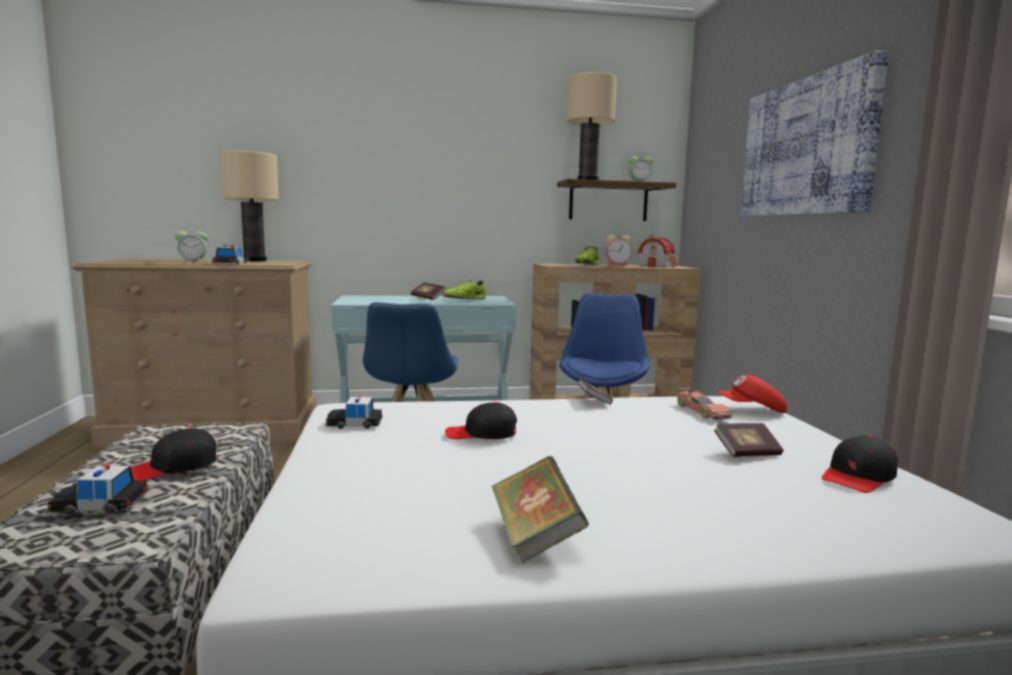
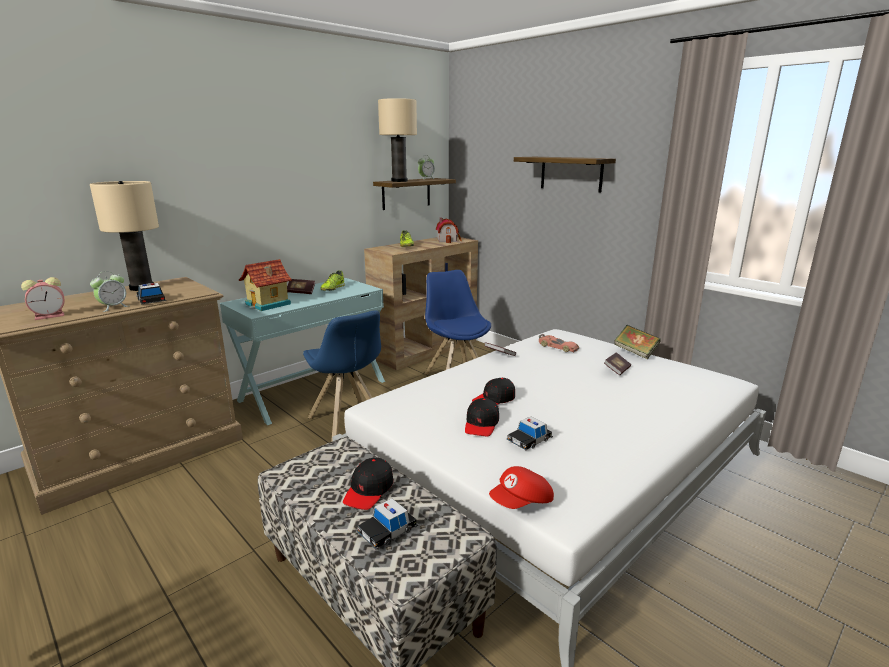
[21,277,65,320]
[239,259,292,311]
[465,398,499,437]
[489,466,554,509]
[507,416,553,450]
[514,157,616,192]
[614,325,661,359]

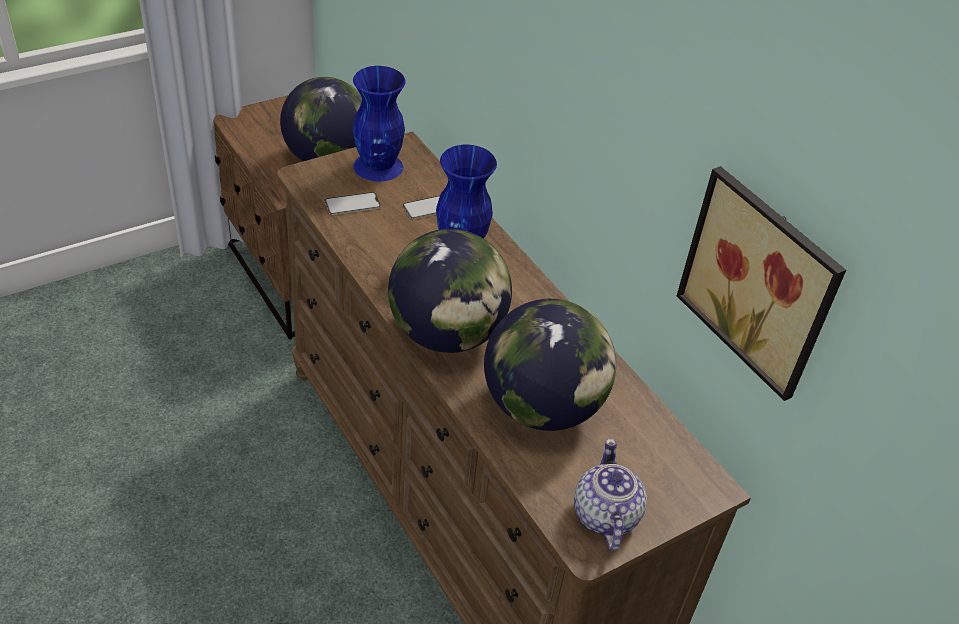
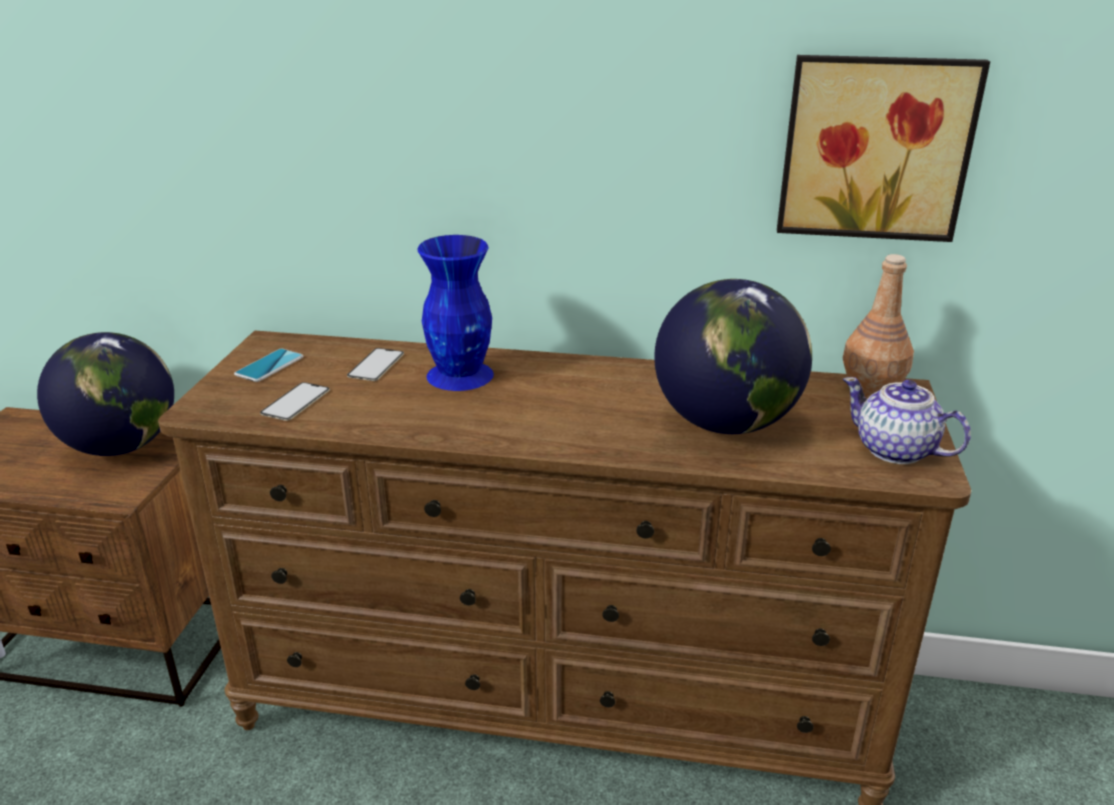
[234,349,303,382]
[843,254,914,399]
[388,229,512,353] (first image)

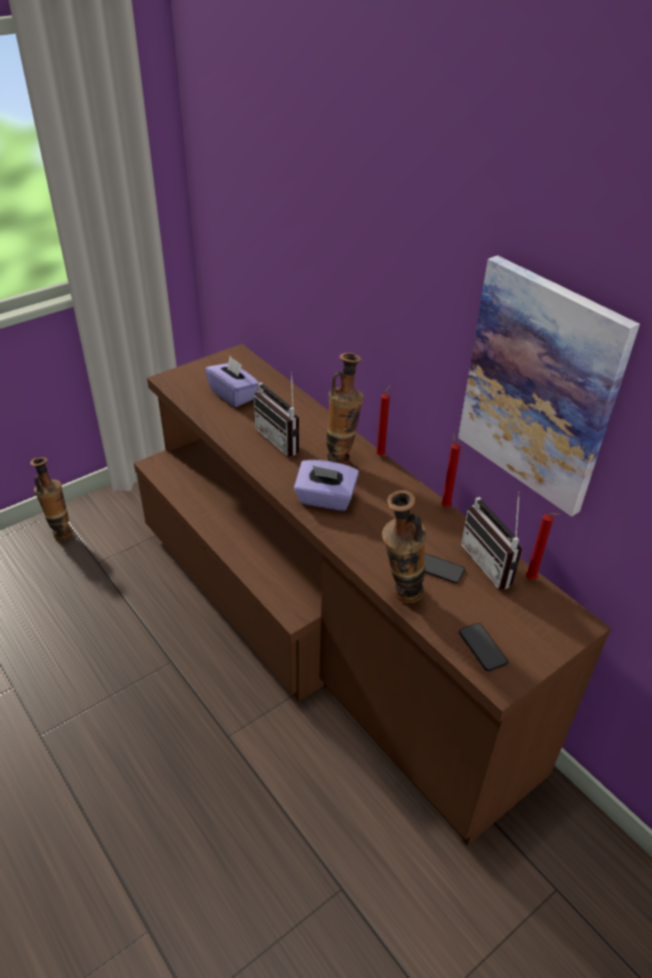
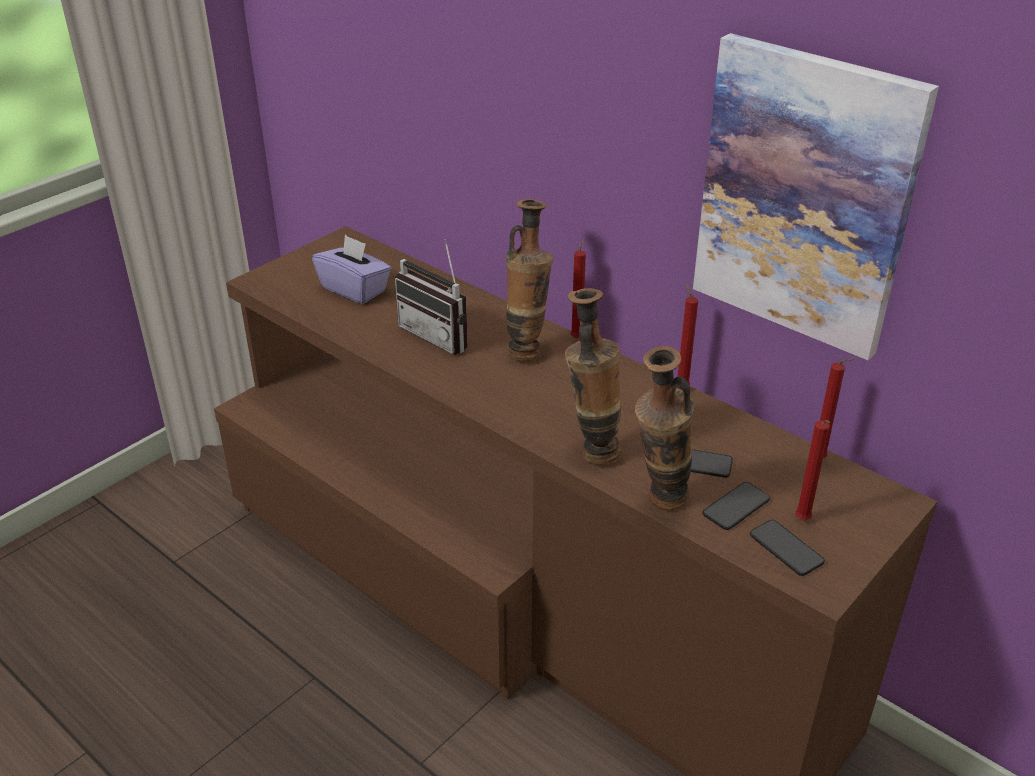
[565,288,622,465]
[702,482,770,530]
[795,420,830,520]
[294,460,359,511] (first image)
[461,492,522,590] (first image)

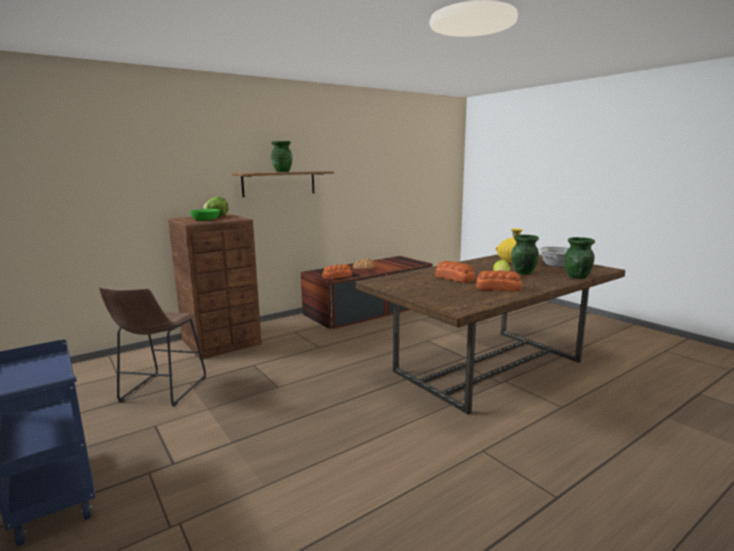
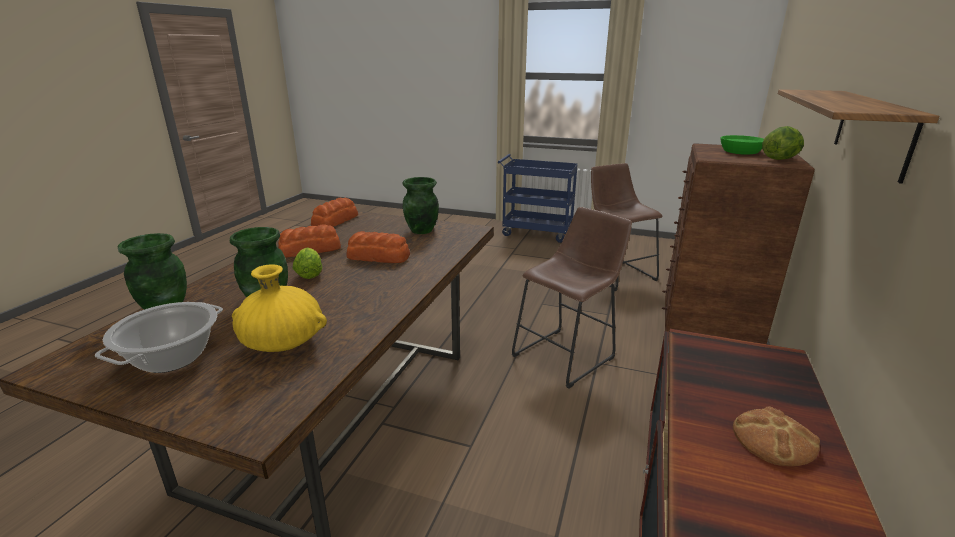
[311,198,358,227]
[403,177,439,234]
[512,207,632,389]

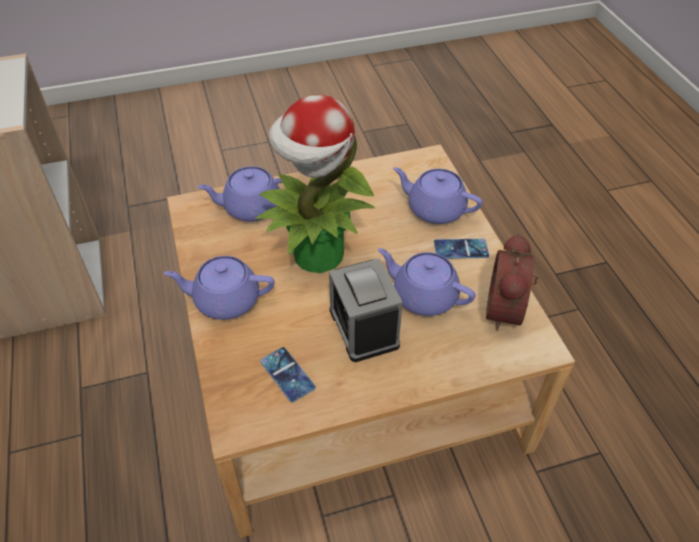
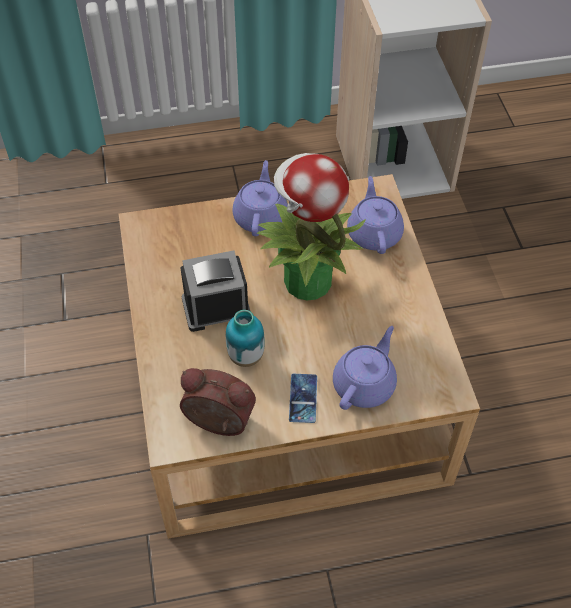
[226,310,265,367]
[260,347,316,403] (first image)

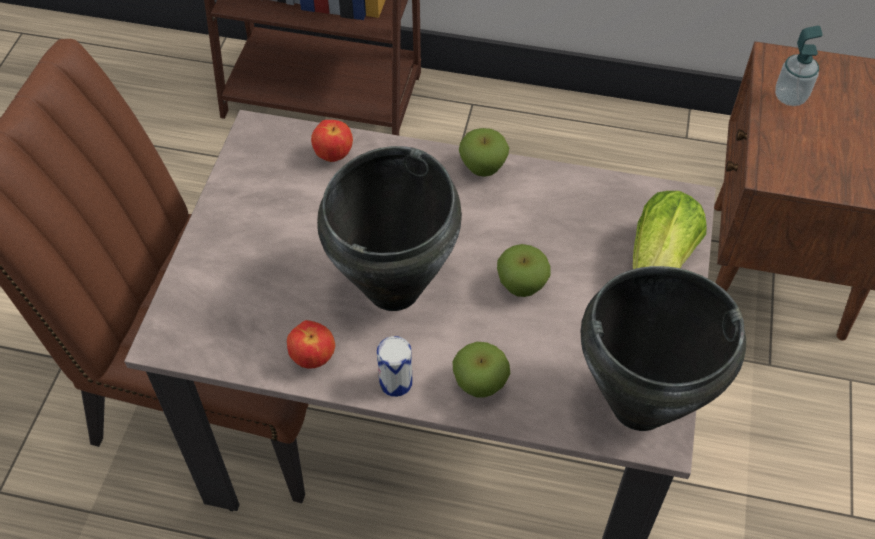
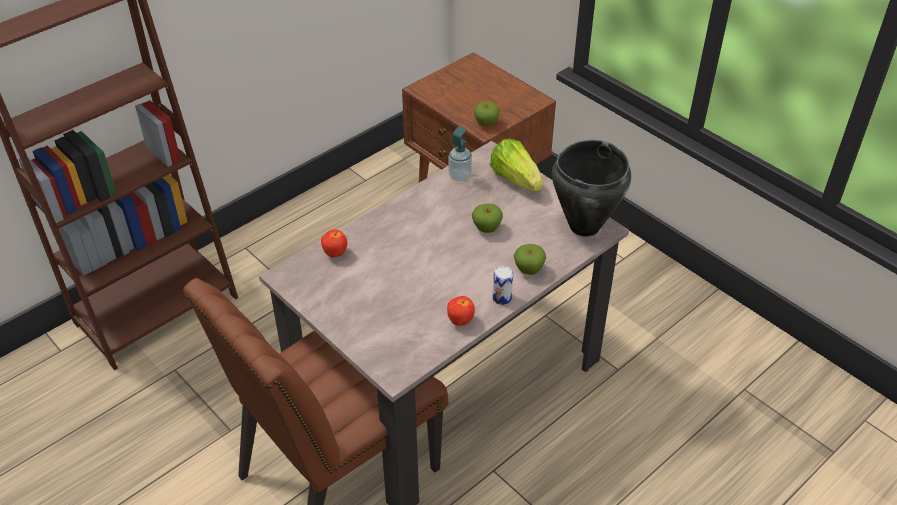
[449,126,472,182]
[474,102,500,126]
[317,146,462,311] (first image)

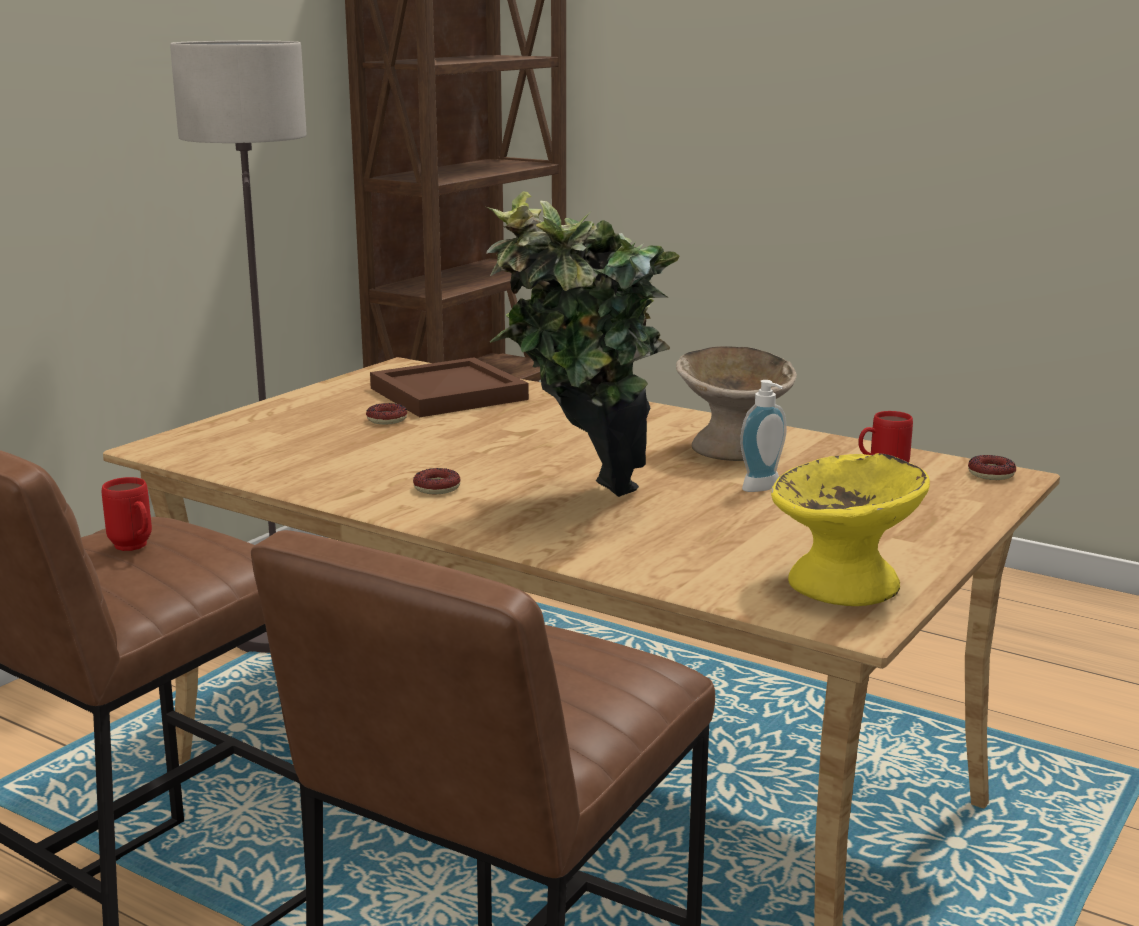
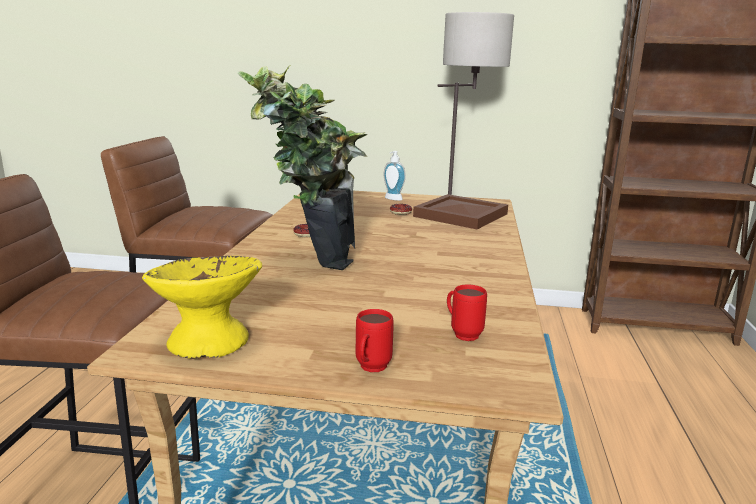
[356,309,394,372]
[384,151,406,201]
[676,346,797,461] (first image)
[968,455,1016,480] (first image)

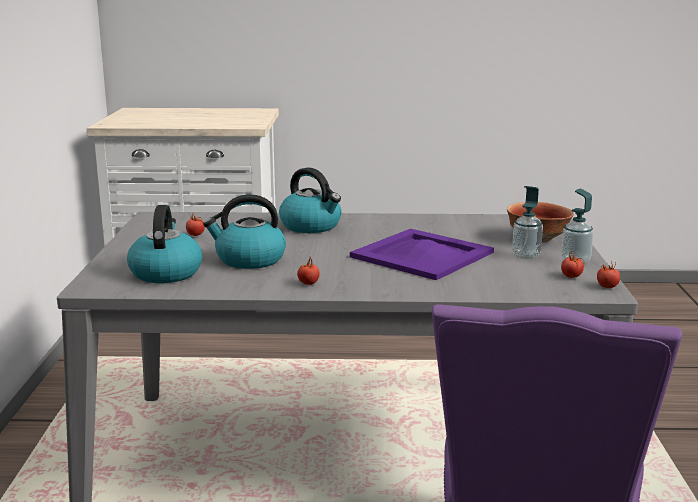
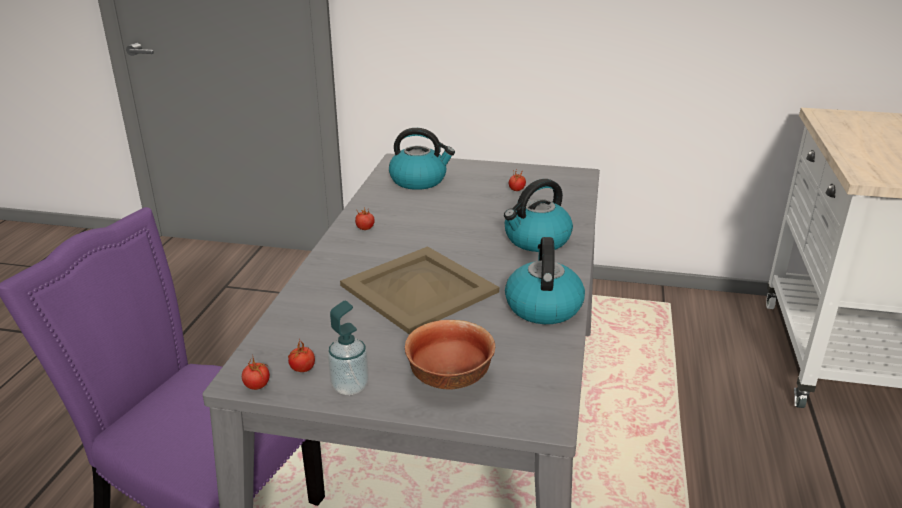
[340,246,499,334]
[505,237,585,324]
[512,186,543,259] (first image)

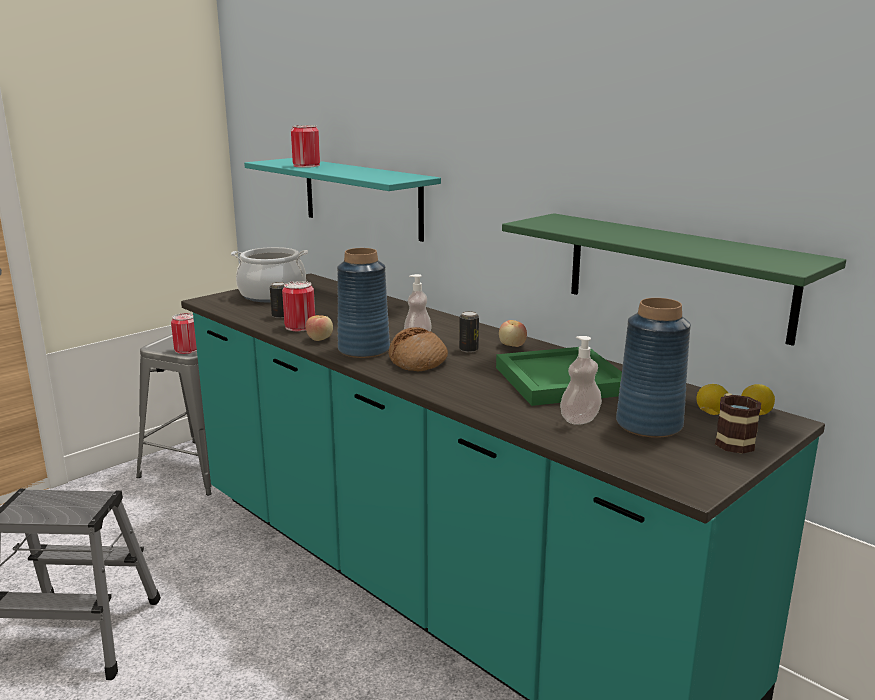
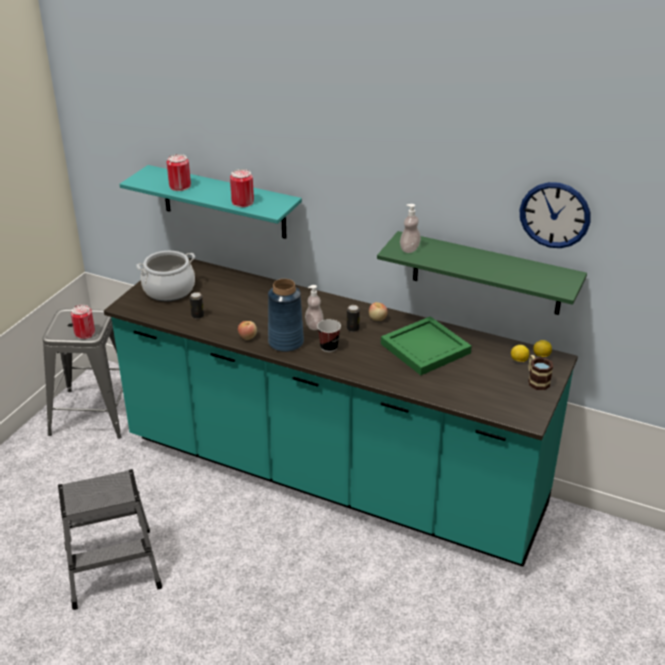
[230,169,254,207]
[317,319,341,352]
[400,204,421,253]
[520,182,591,248]
[616,298,691,438] (first image)

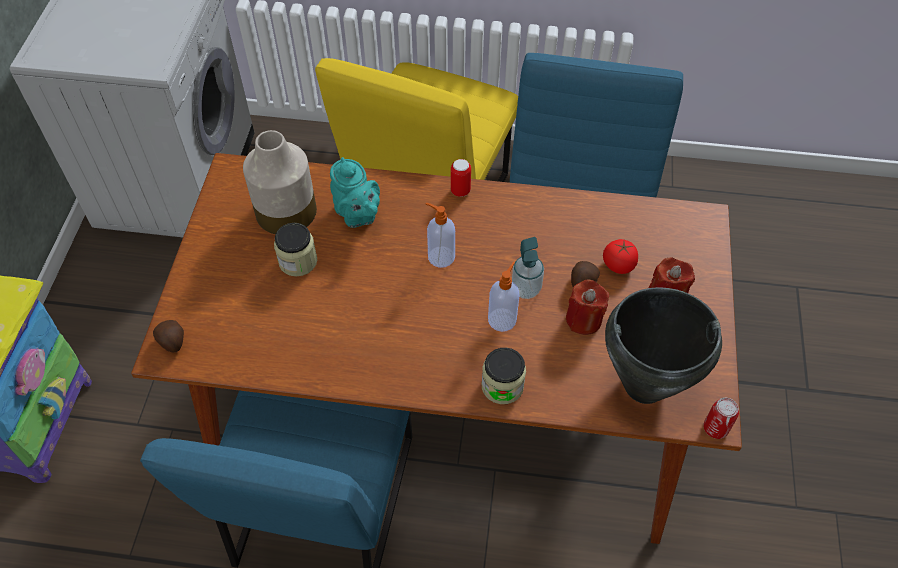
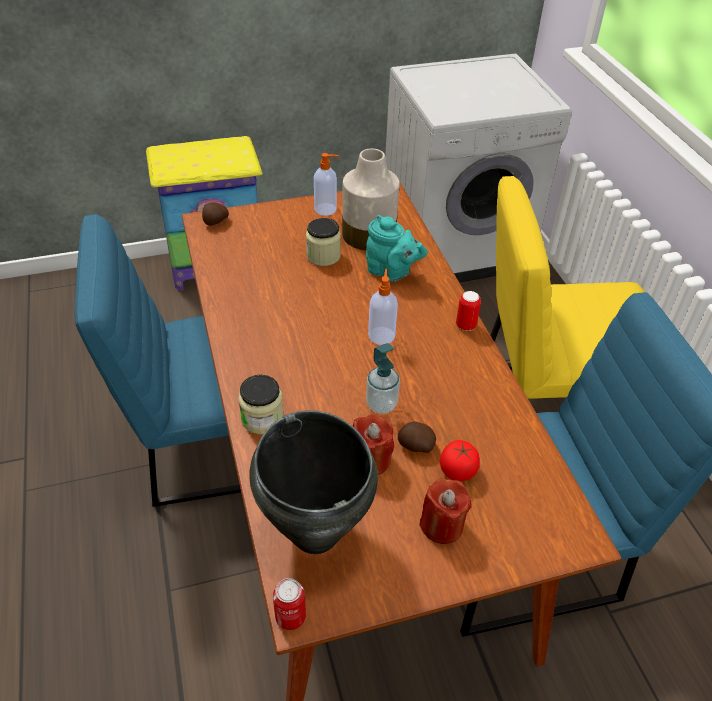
[314,153,339,216]
[366,215,428,282]

